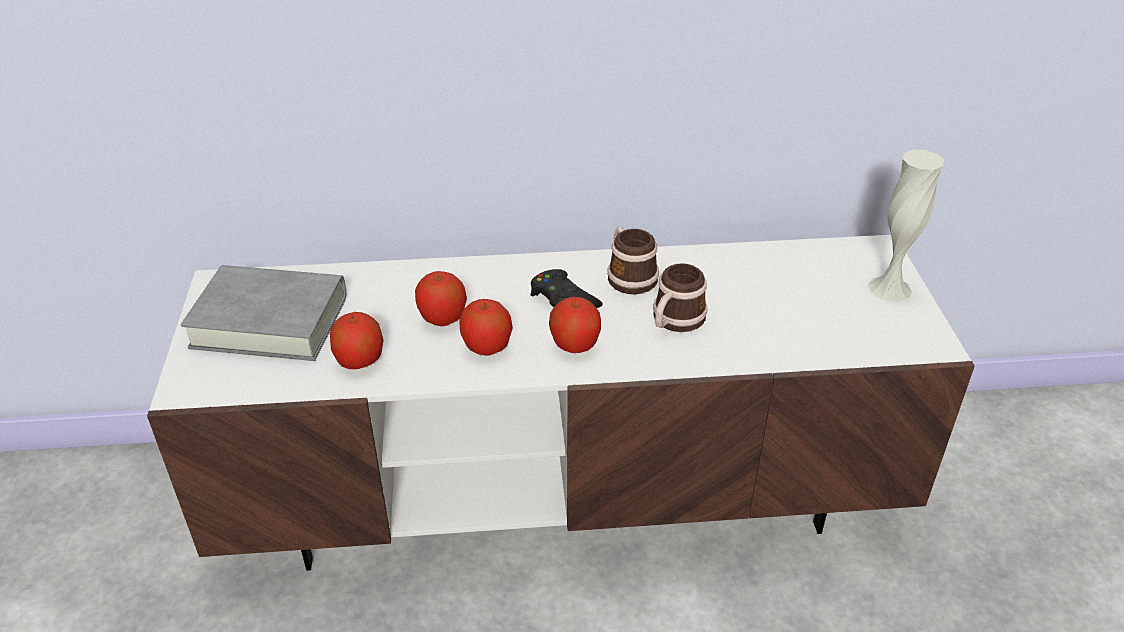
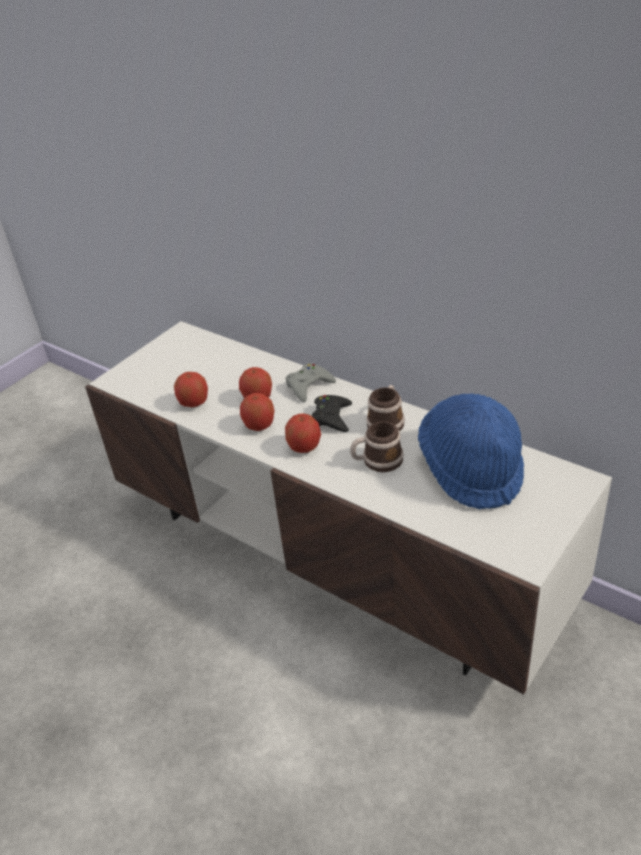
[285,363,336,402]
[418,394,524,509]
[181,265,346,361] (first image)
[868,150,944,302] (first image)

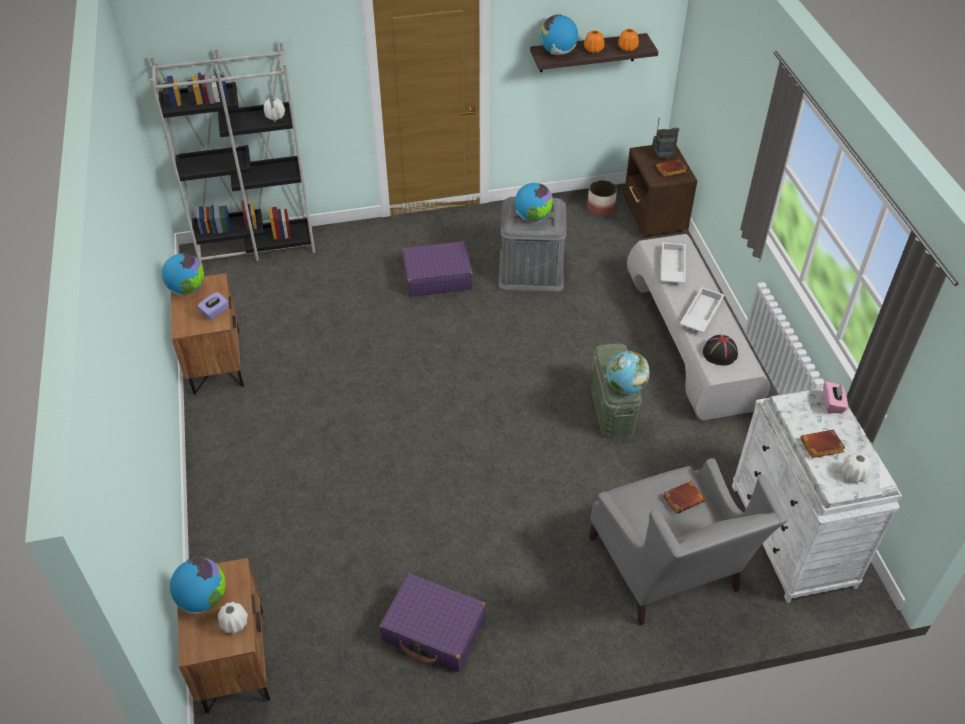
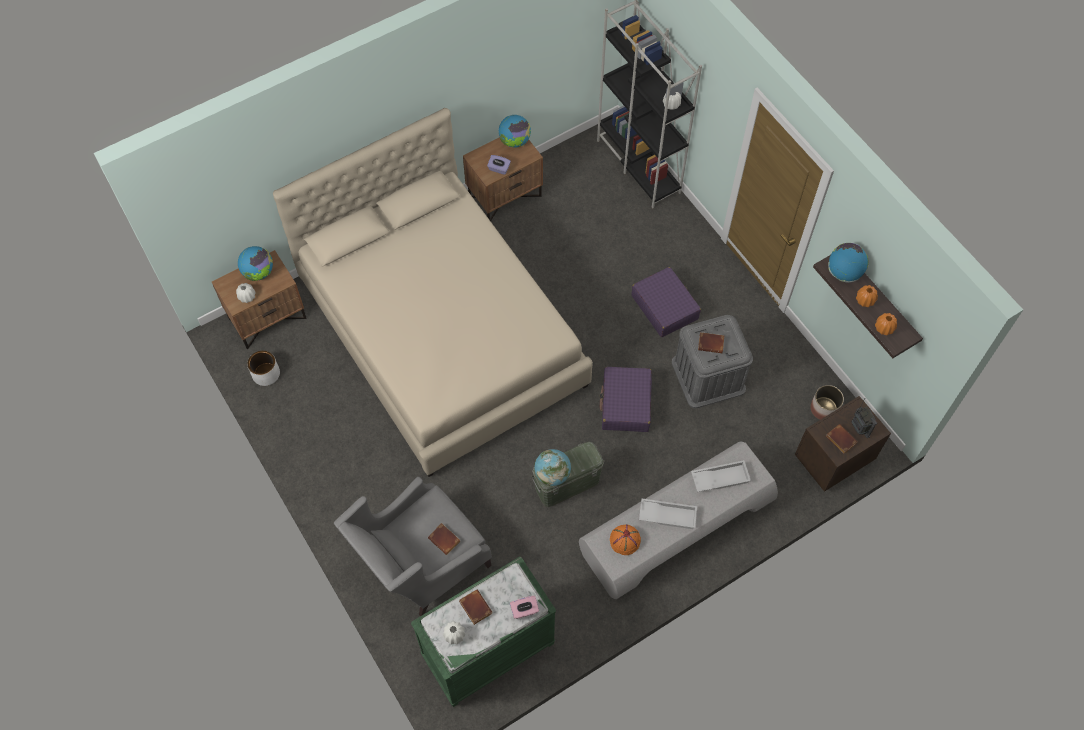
[247,350,280,386]
[273,108,593,477]
[411,557,556,707]
[600,367,652,432]
[610,525,641,555]
[698,332,725,353]

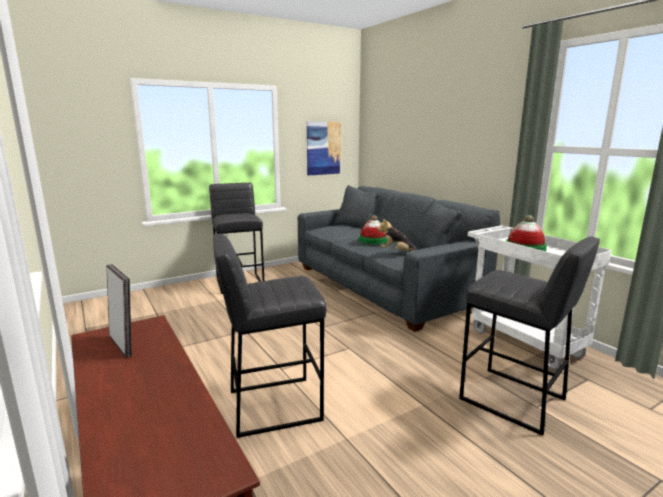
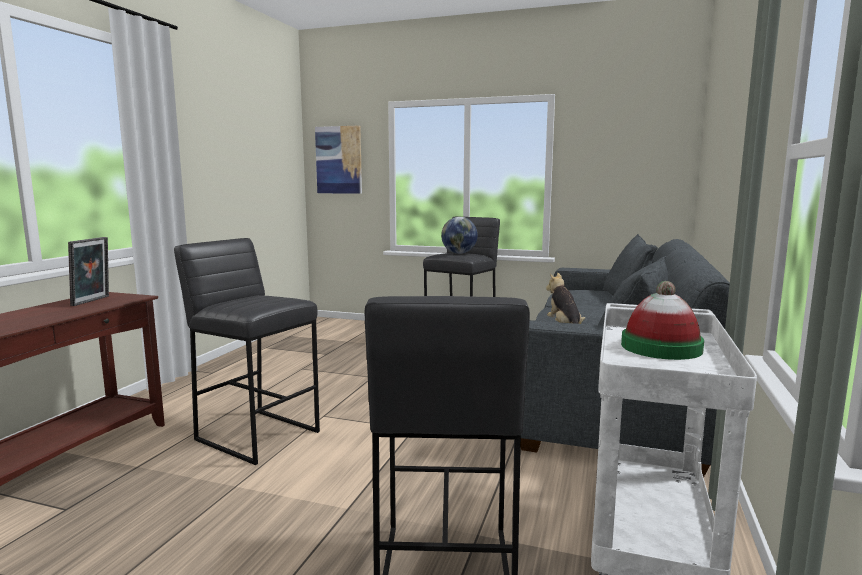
[315,125,362,194]
[441,217,478,254]
[359,215,388,244] (first image)

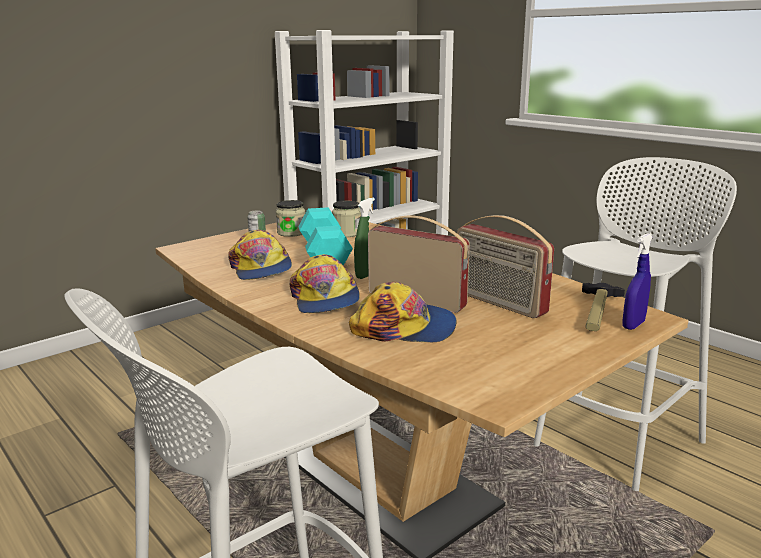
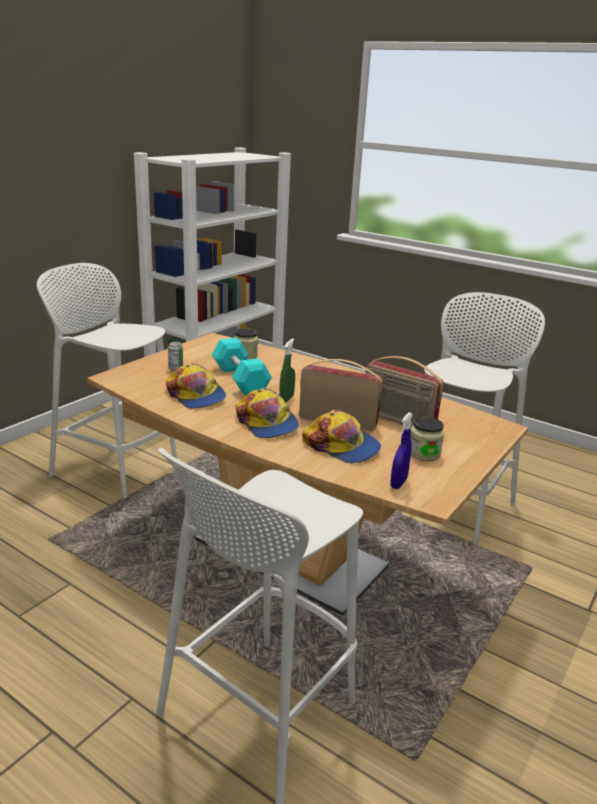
[37,263,177,498]
[302,410,381,463]
[390,412,413,489]
[411,417,444,461]
[582,283,625,331] (first image)

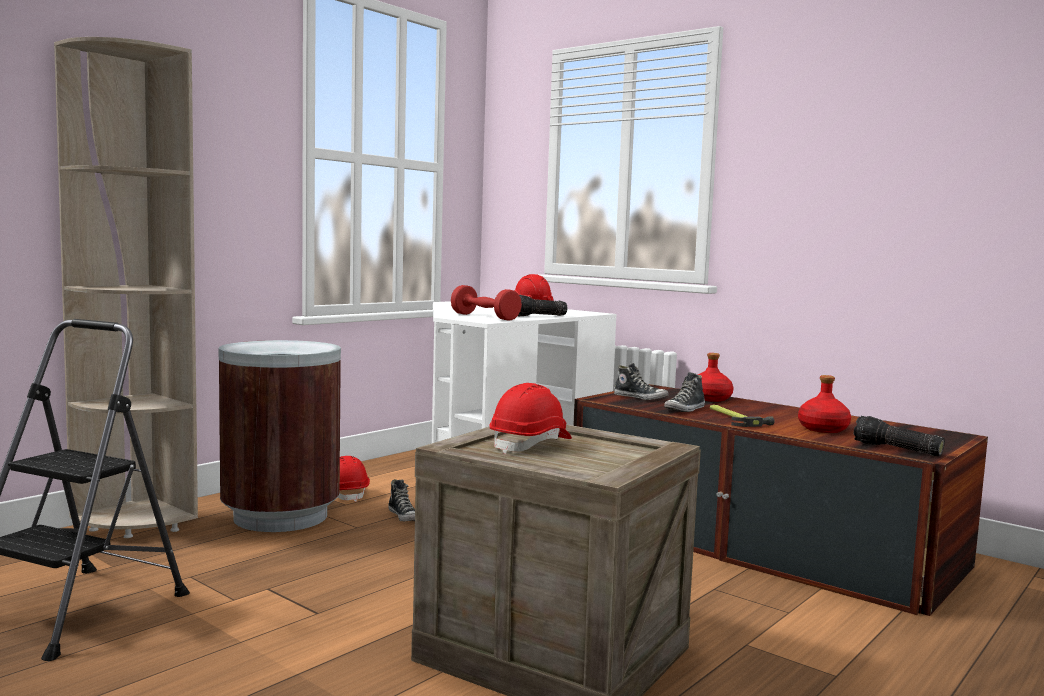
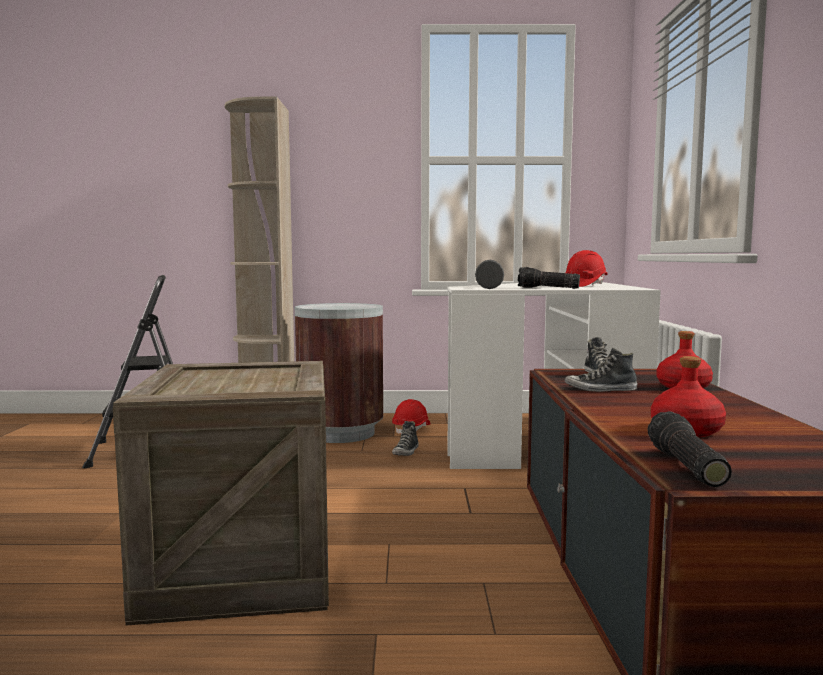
[475,260,504,289]
[489,383,572,454] (first image)
[710,405,774,427] (first image)

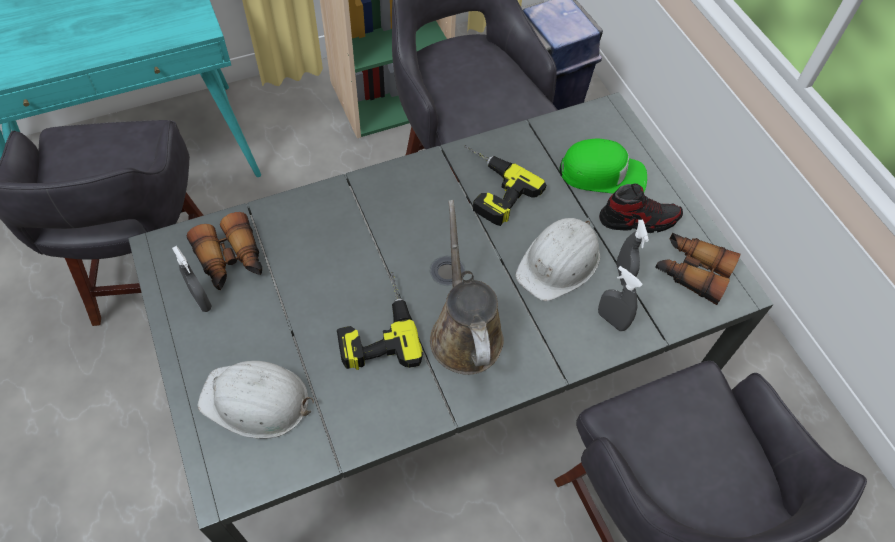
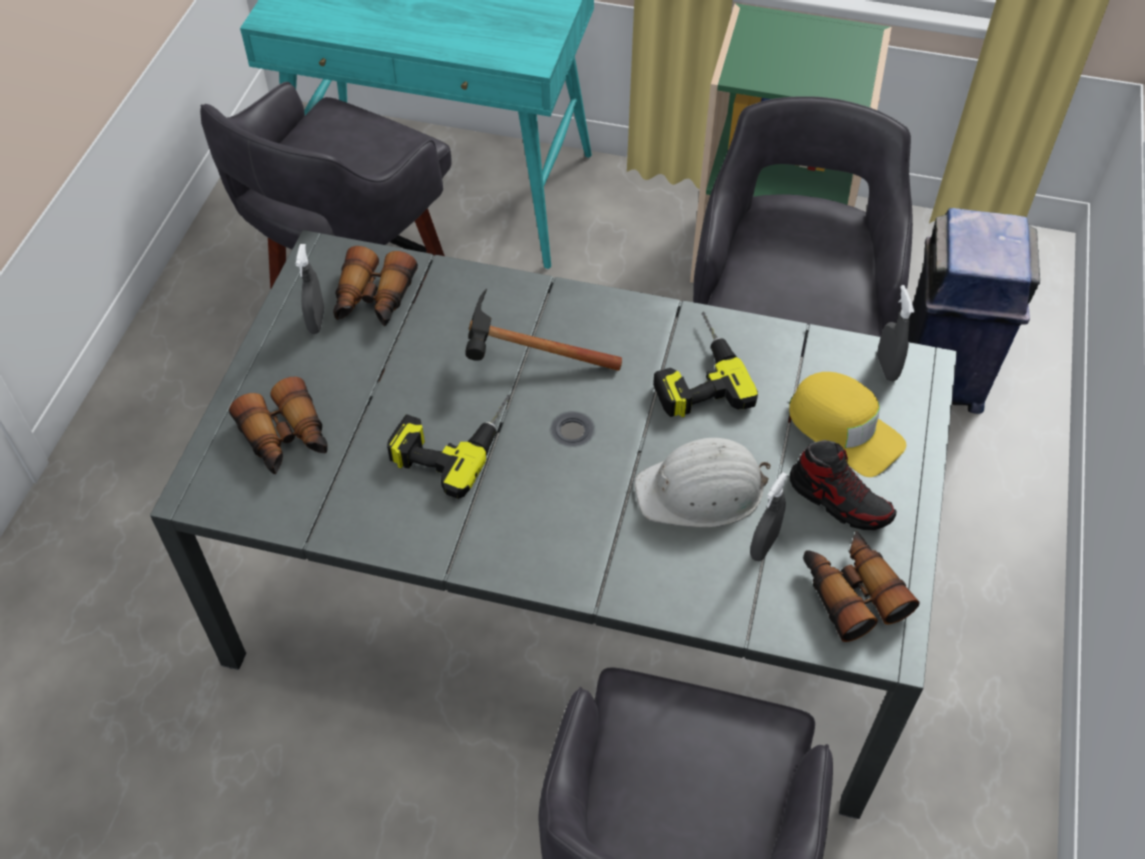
[229,377,328,474]
[465,289,622,371]
[789,372,906,477]
[877,285,914,381]
[430,200,504,375] (first image)

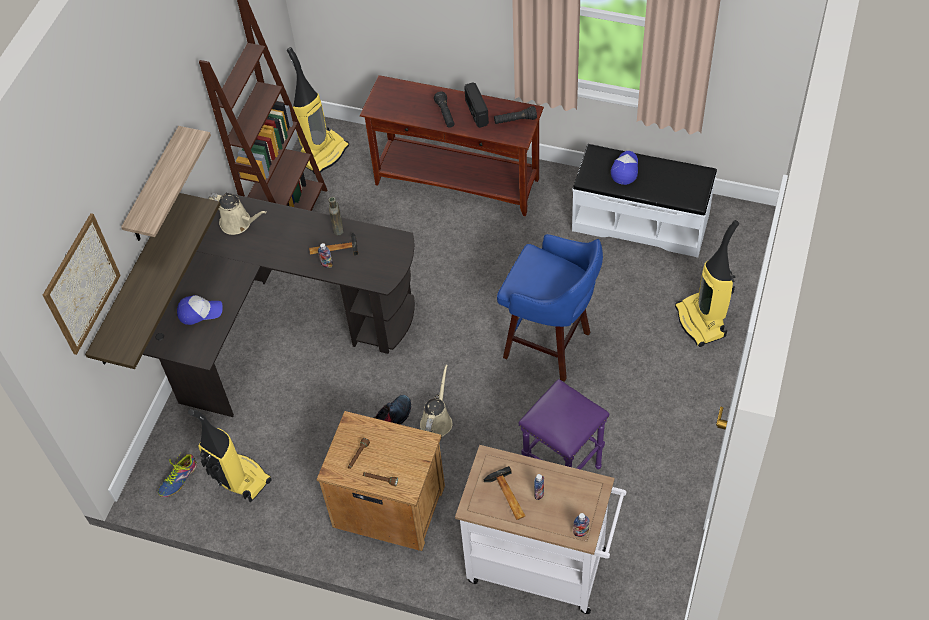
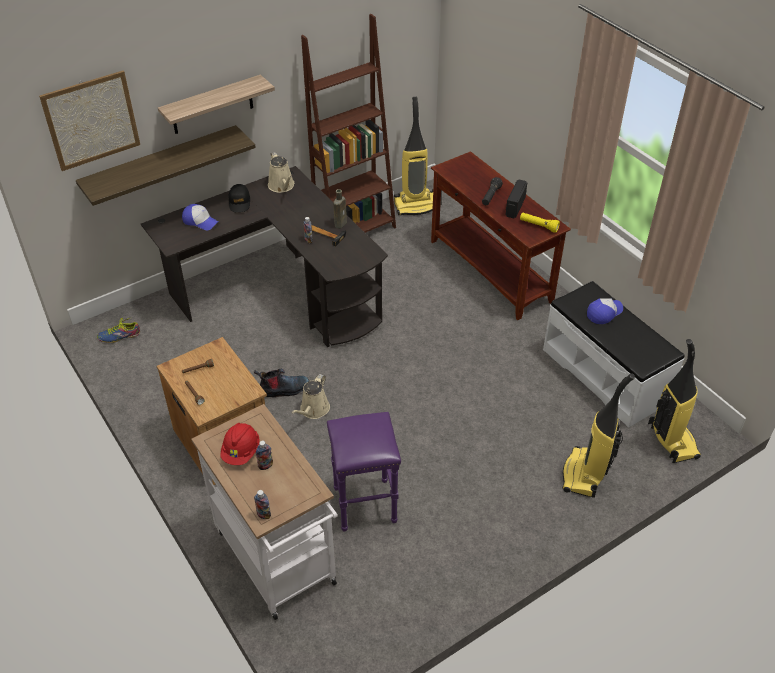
[220,423,260,465]
[229,184,250,212]
[291,374,330,419]
[520,212,560,233]
[648,339,701,463]
[497,234,603,382] (first image)

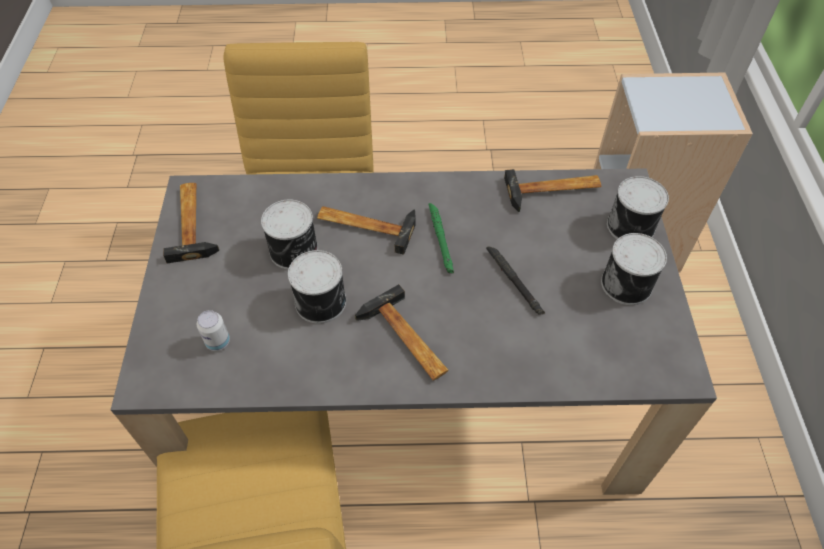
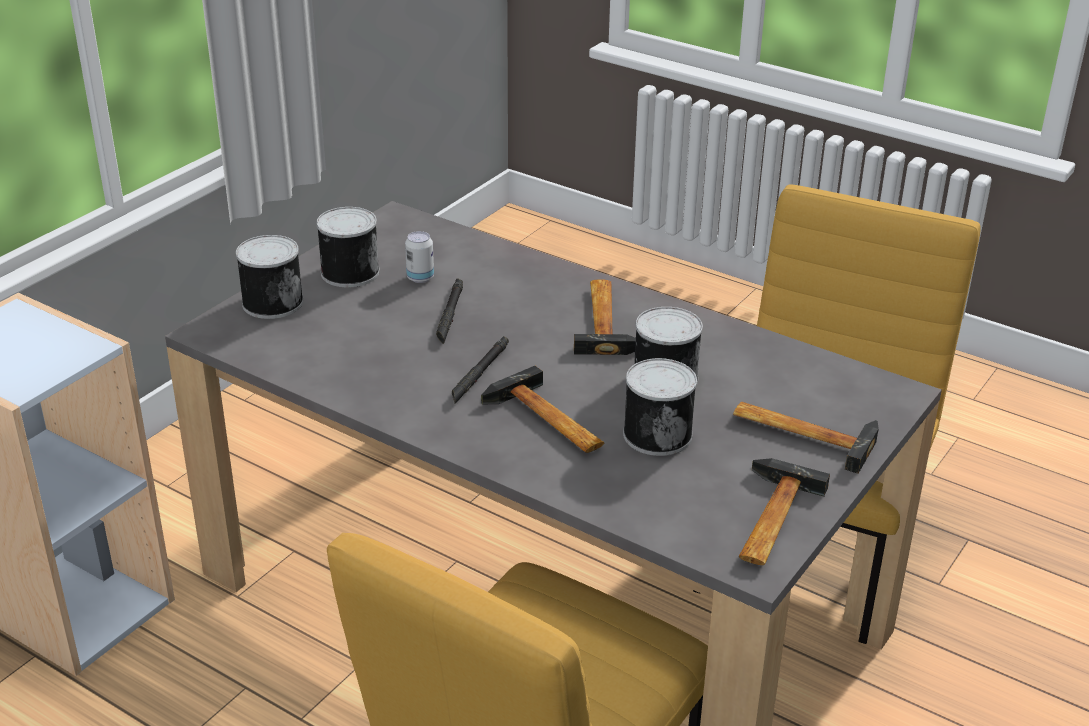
[405,231,434,283]
[452,336,509,404]
[733,402,879,474]

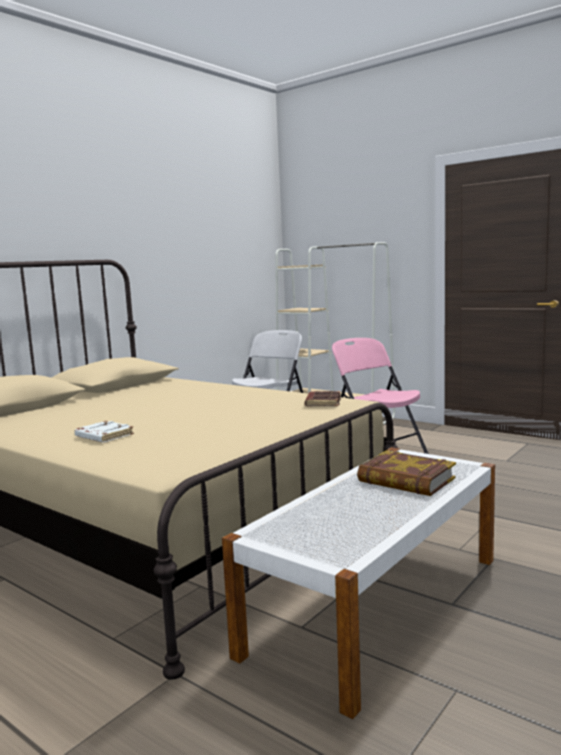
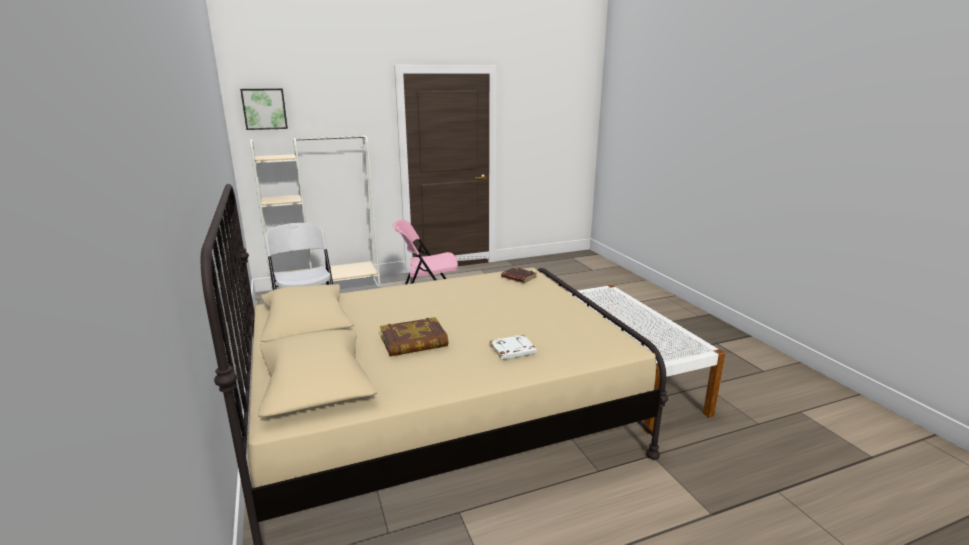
[240,88,288,130]
[380,317,448,356]

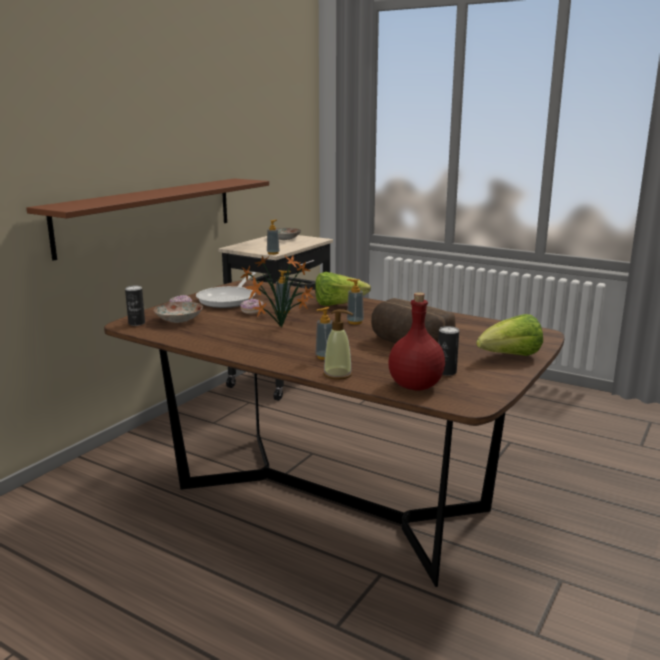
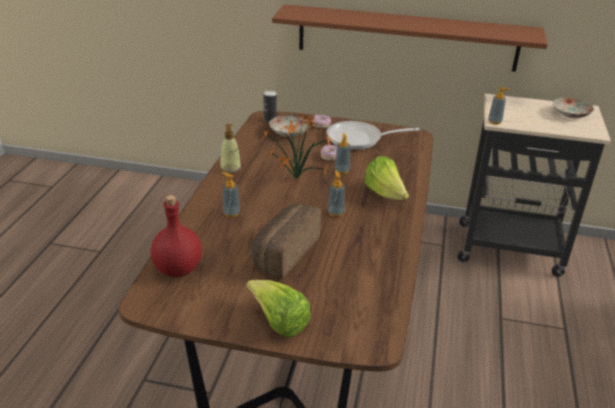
[220,124,241,174]
[438,326,459,376] (first image)

